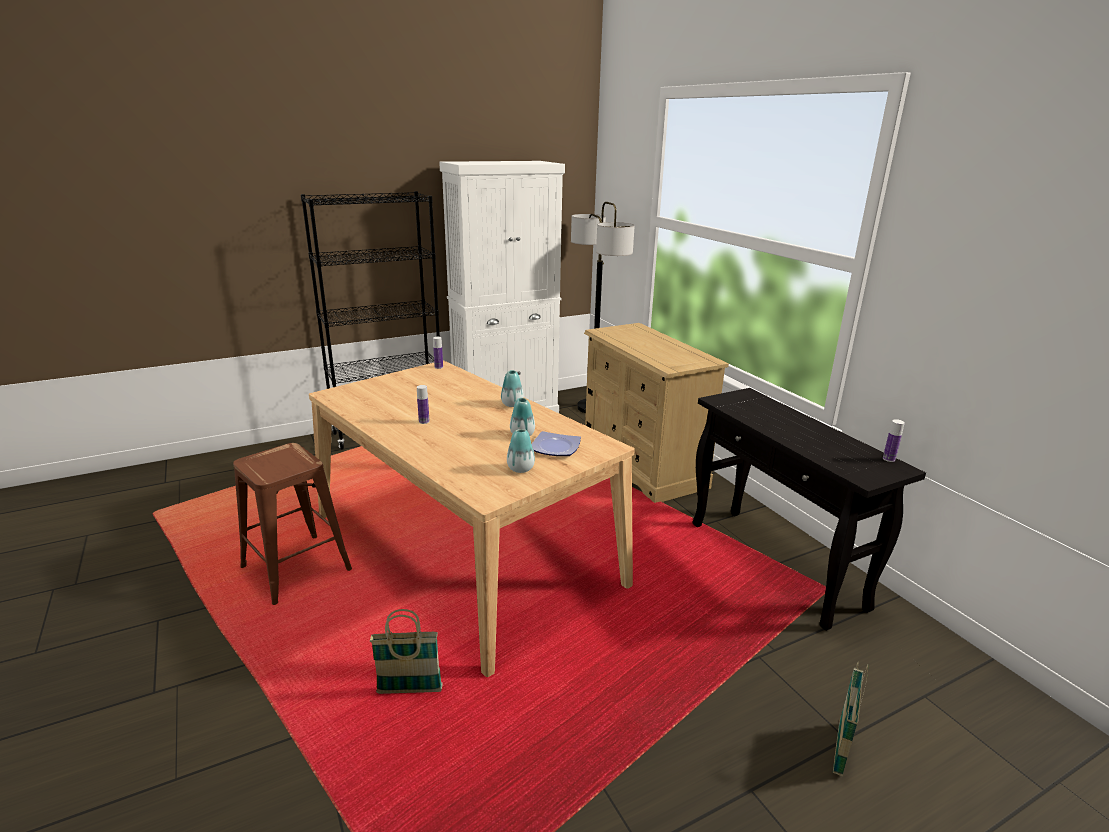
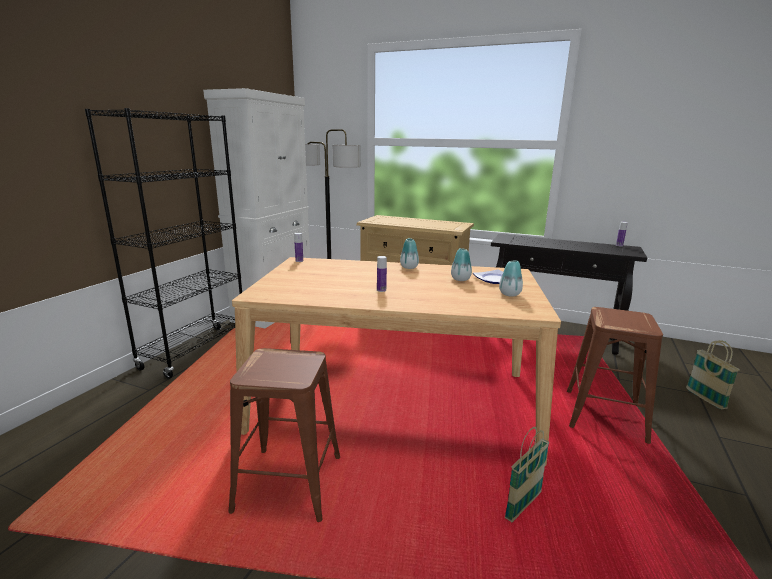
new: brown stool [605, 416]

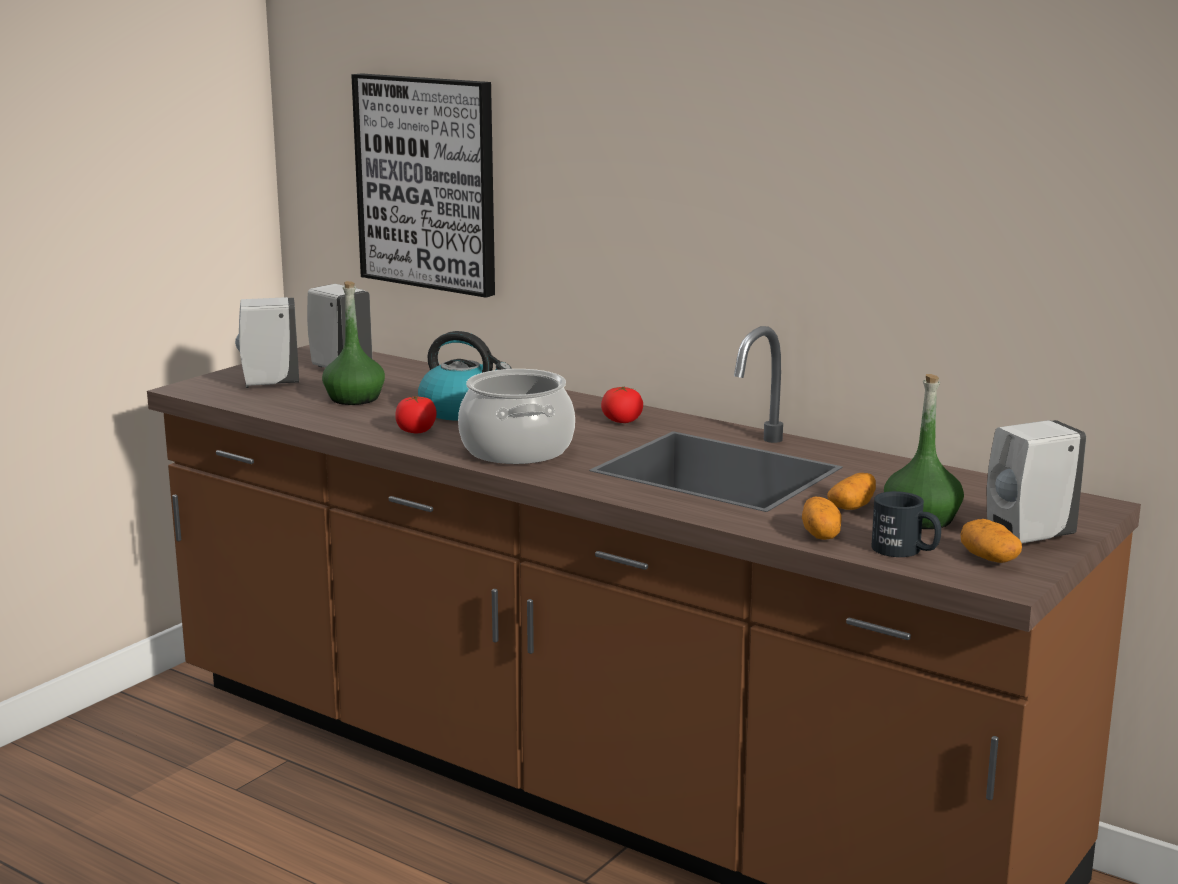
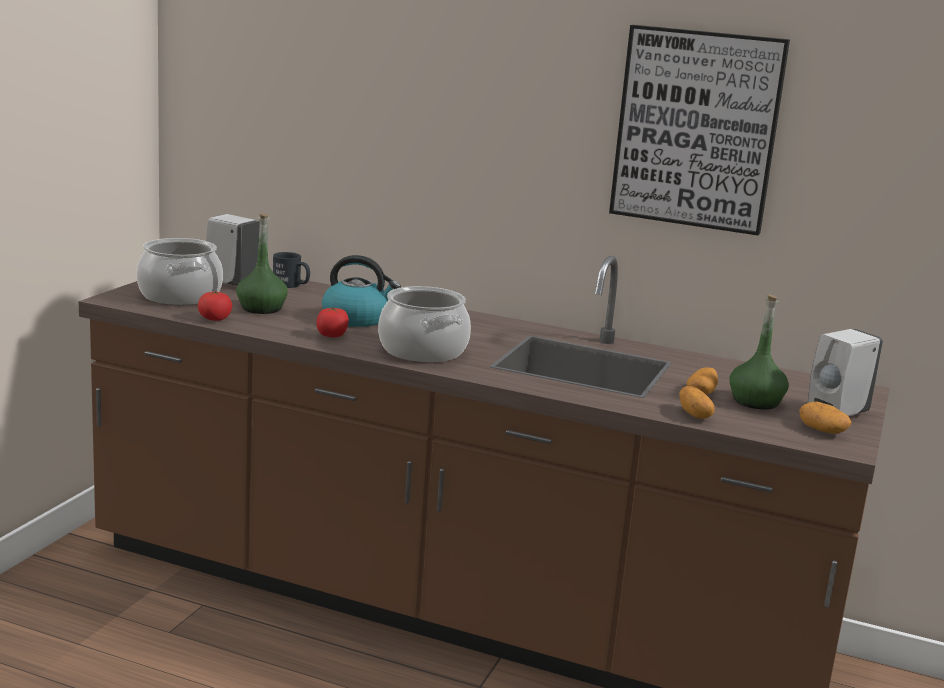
shifted: tomato [622, 421] to [214, 319]; black mug [905, 551] to [291, 285]; picture [427, 183] to [697, 129]
swapped: white soap dispenser [268, 384] to cooking pot [180, 296]

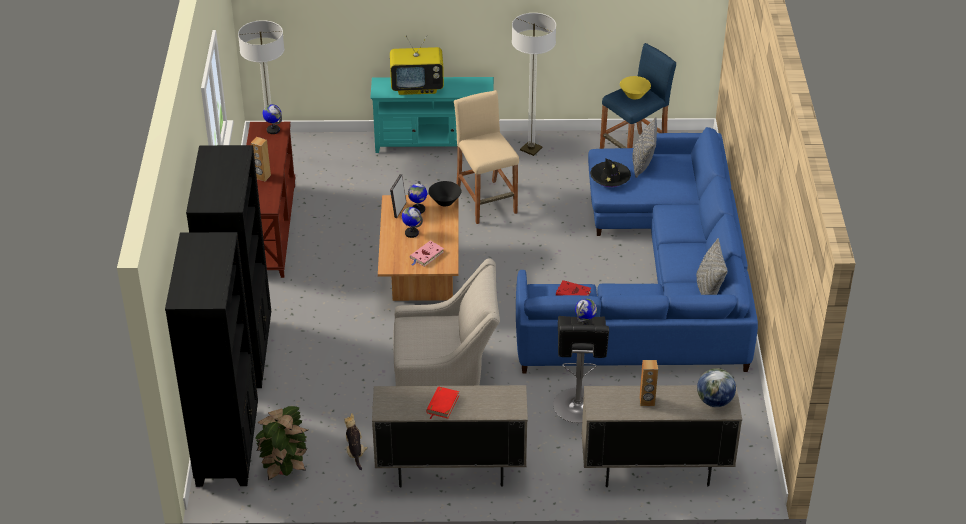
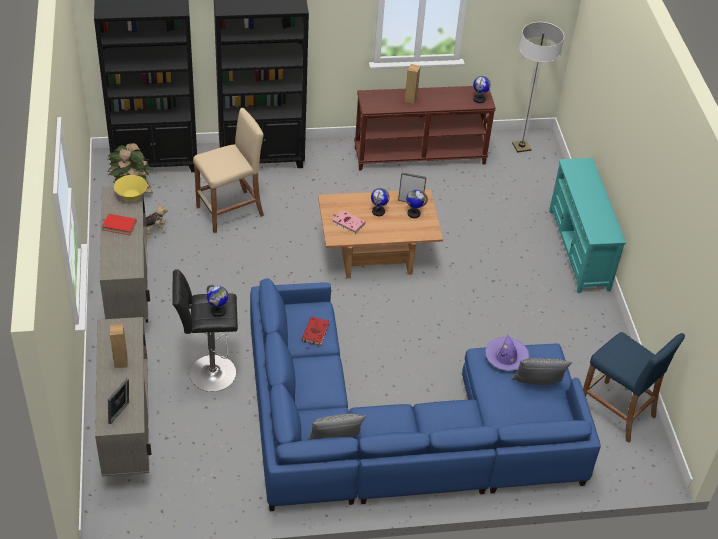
gone: television [417, 87]; beige armchair [446, 377]; black bowl [445, 202]; floor lamp [531, 149]
shifted: yellow bowl [634, 95] to [131, 196]; beige stool [486, 202] to [230, 211]
swapped: globe [714, 401] to picture frame [120, 414]
repainted: black hat [610, 178] to purple hat [506, 357]

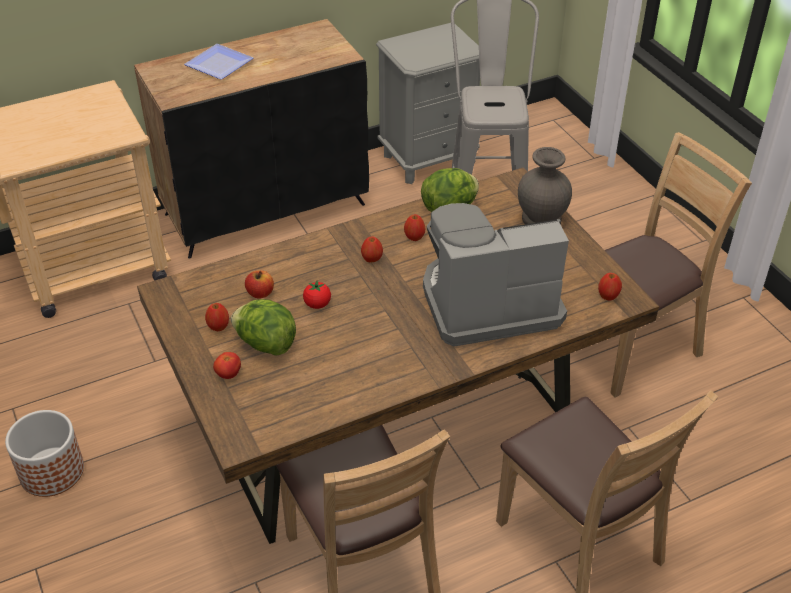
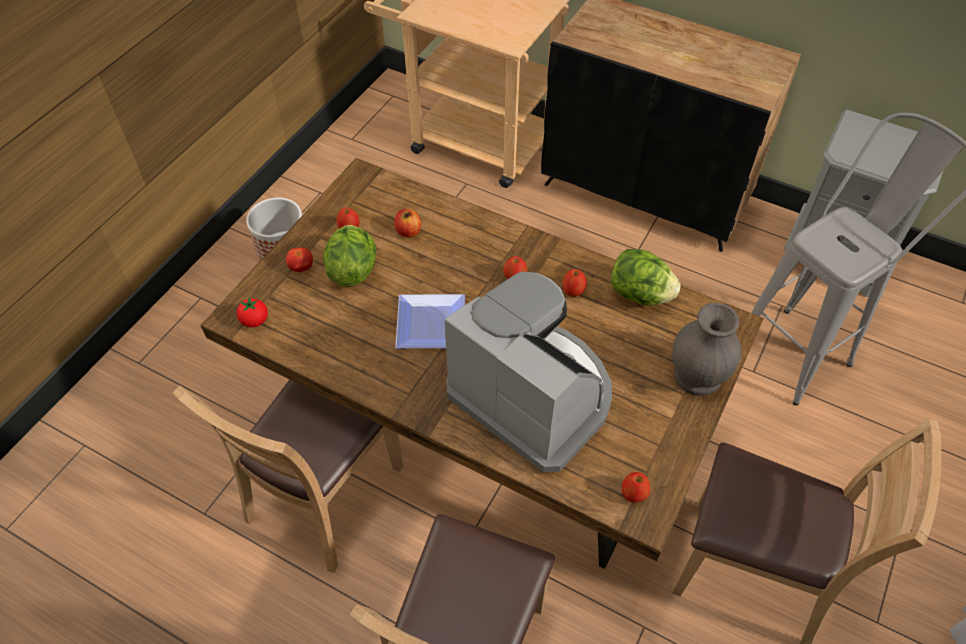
shifted: tomato [317, 304] to [255, 321]; plate [219, 63] to [433, 321]

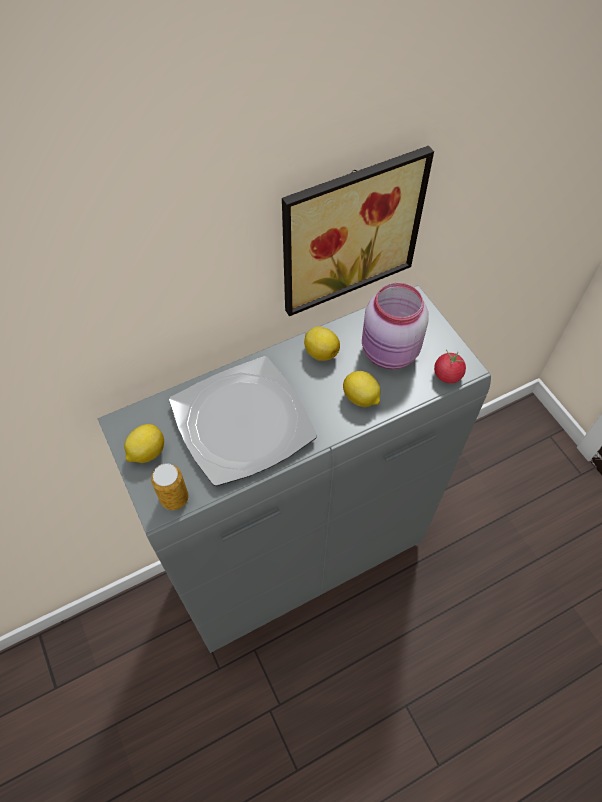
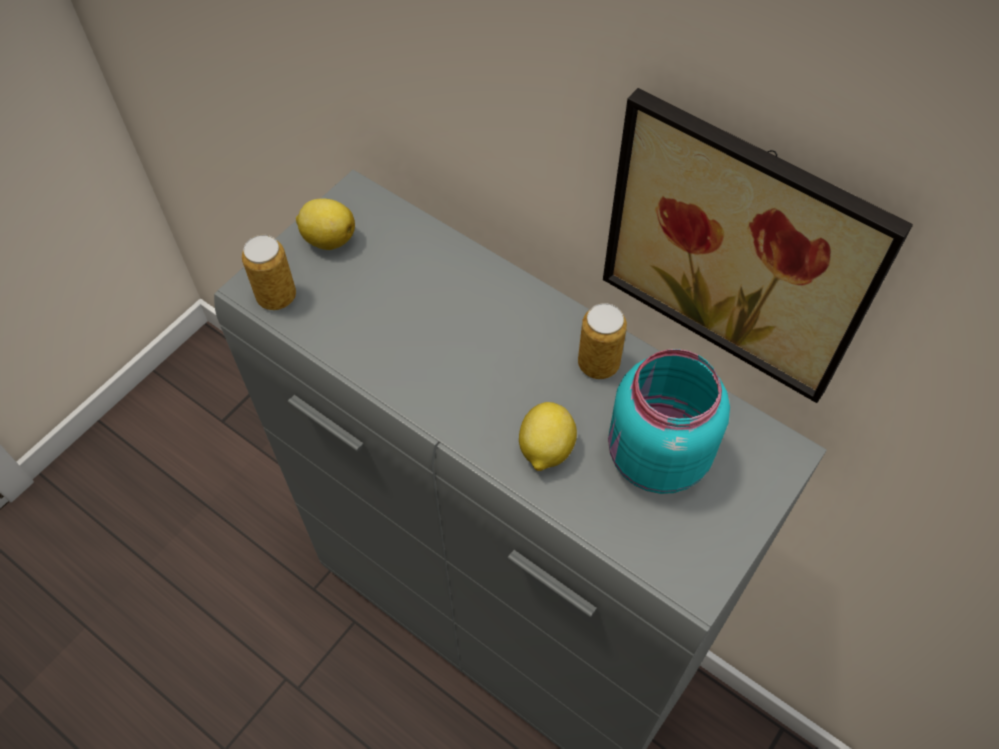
gone: plate [243, 421]; tomato [447, 375]
swapped: lemon [320, 352] to can [598, 364]
repainted: pink jar [389, 353] to turquoise jar [654, 457]

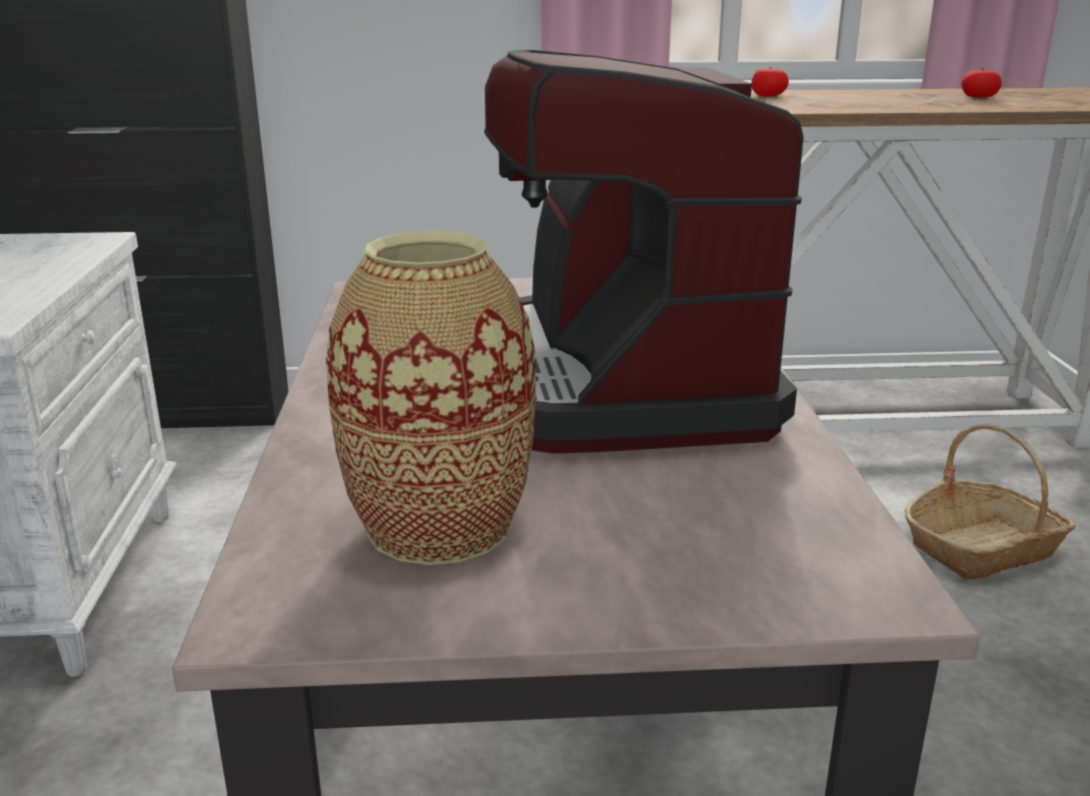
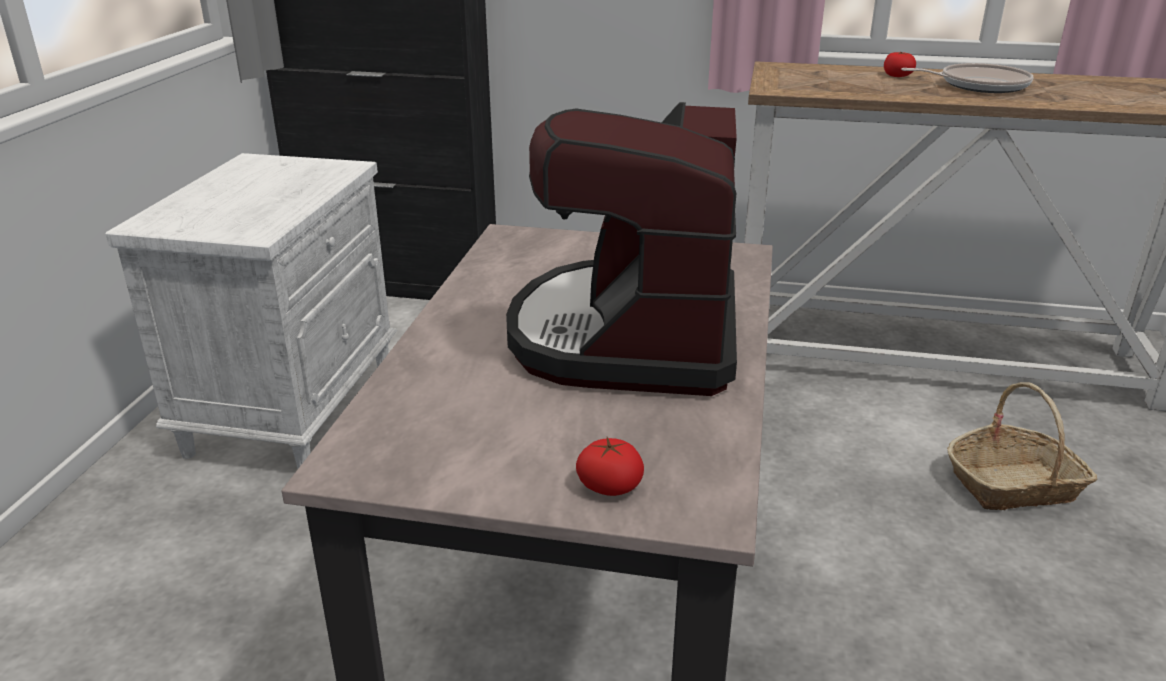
gone: vase [439, 526]
new: frying pan [978, 85]
shifted: tomato [978, 97] to [609, 486]

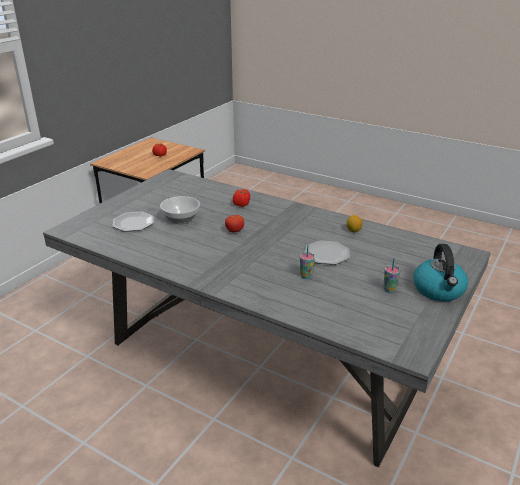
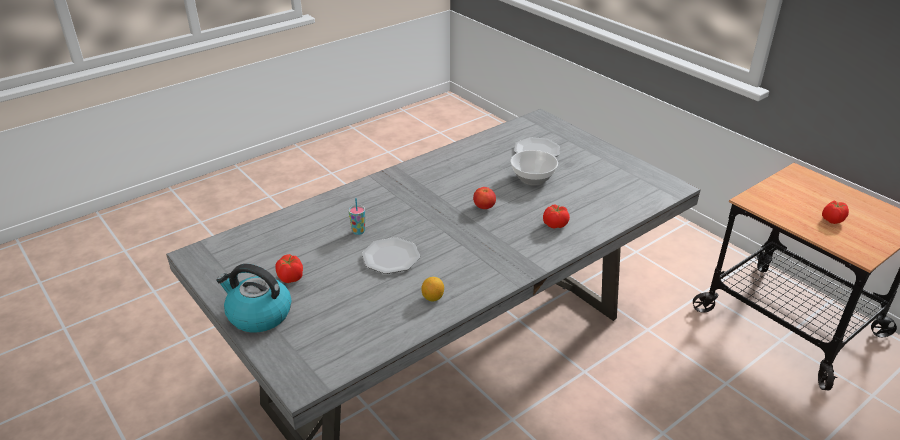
swapped: cup [389, 290] to tomato [290, 278]

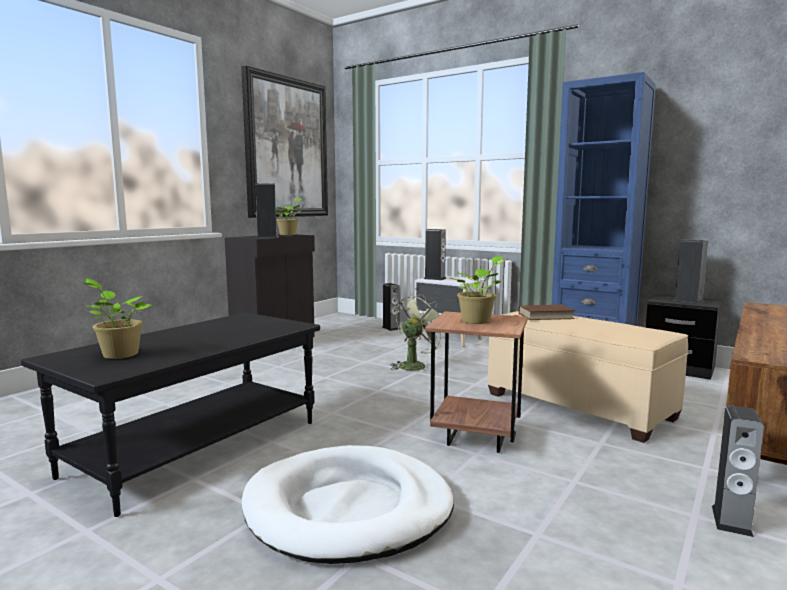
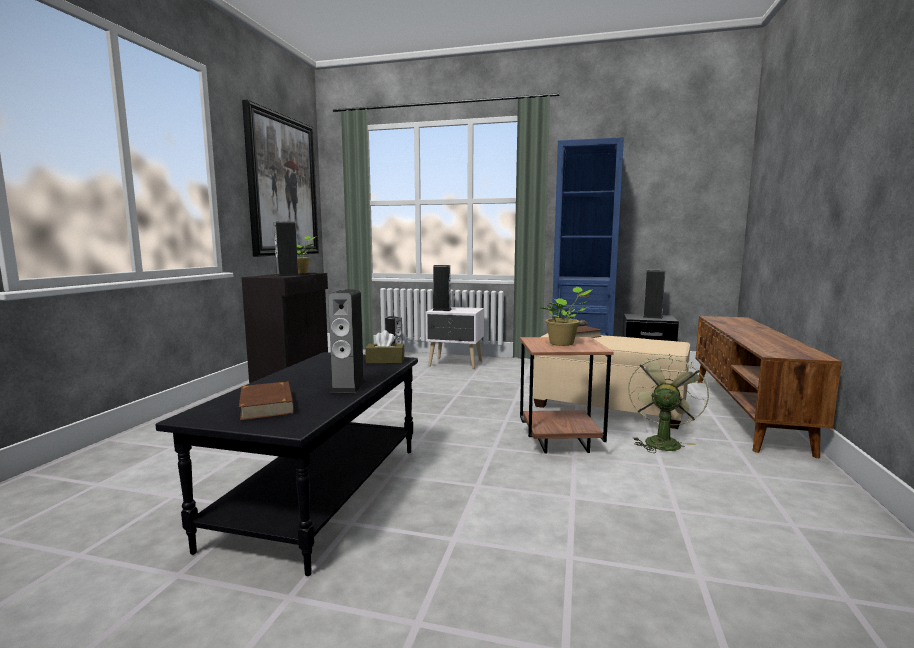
gone: white dog bed [349, 509]
new: brown tissue box [385, 361]
shifted: speaker [731, 521] to [348, 387]; green fan [415, 365] to [661, 441]
swapped: potted plant [118, 354] to brown book [267, 405]

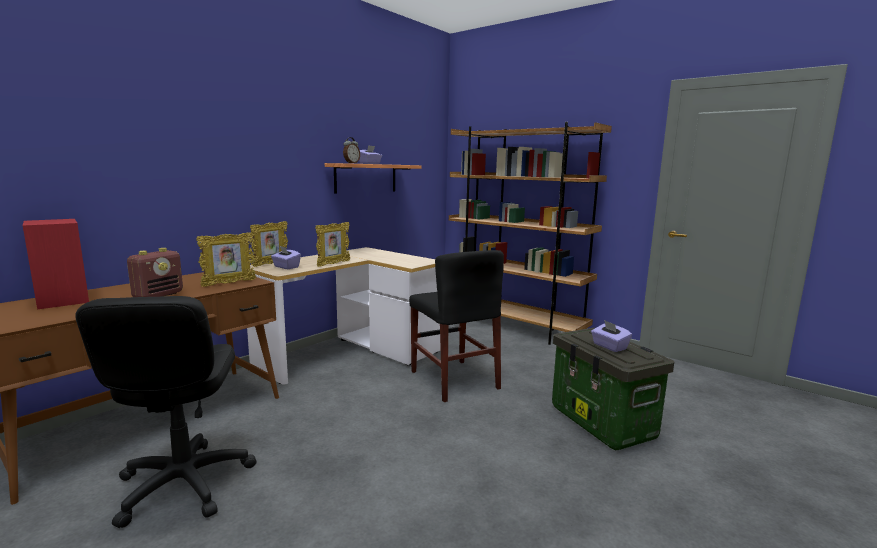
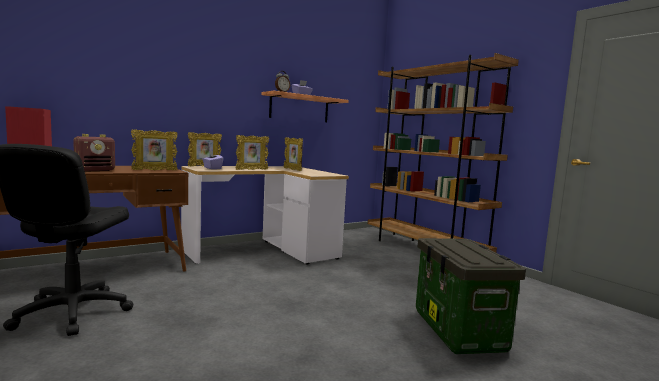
gone: black chair [454, 379]; purple tissue box [609, 346]
new: picture frame [292, 170]

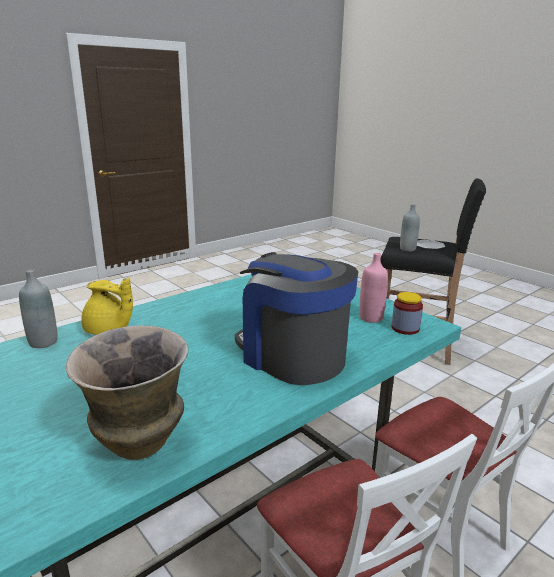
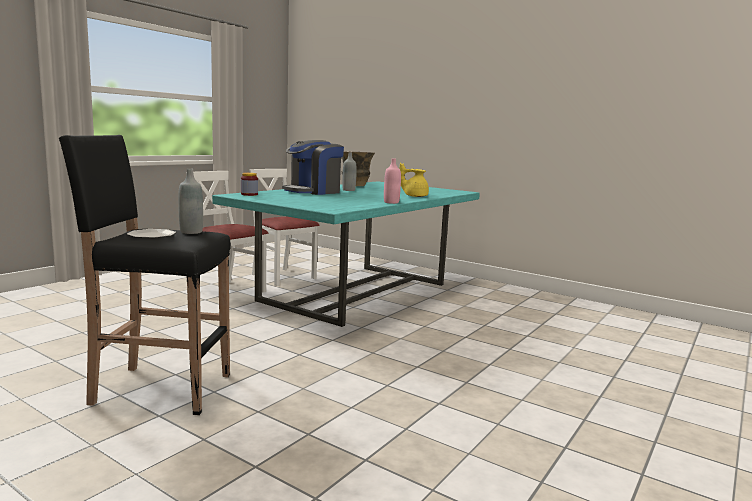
shifted: grey bottle [43, 342] to [348, 190]; pink bottle [371, 318] to [391, 202]
rotated: coffee machine [292, 356] = [313, 191] 105 degrees clockwise

